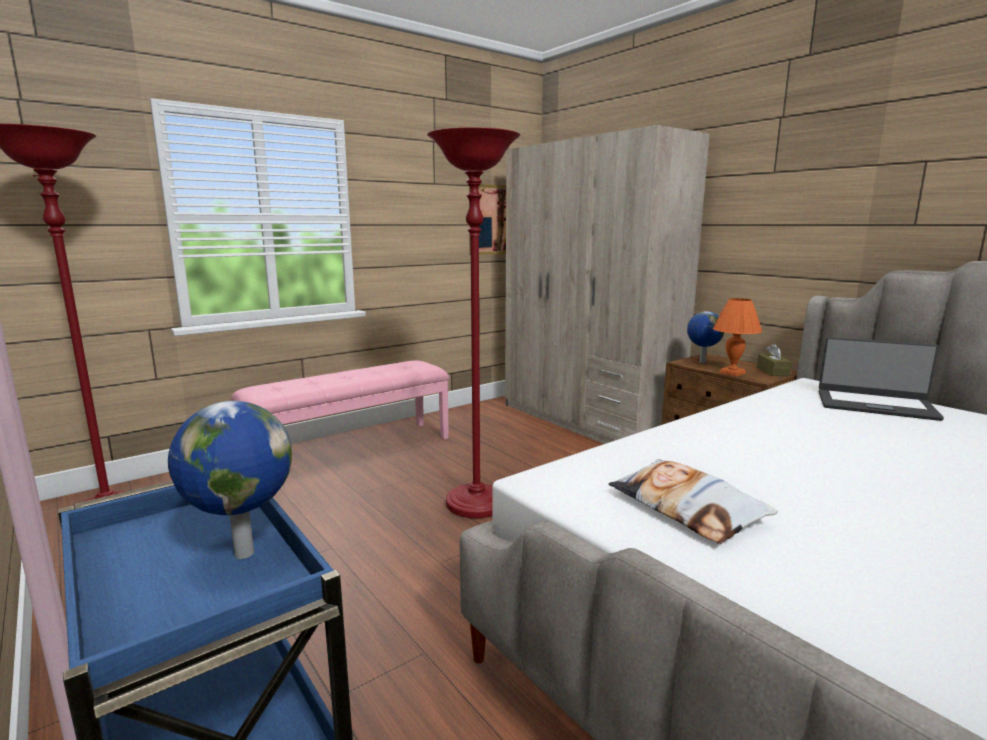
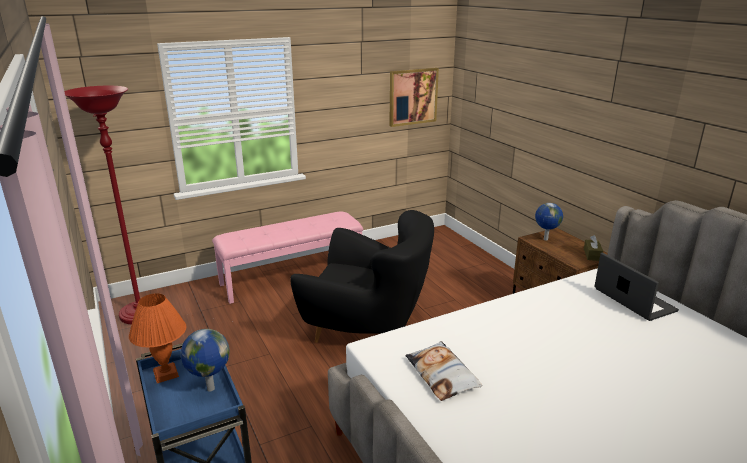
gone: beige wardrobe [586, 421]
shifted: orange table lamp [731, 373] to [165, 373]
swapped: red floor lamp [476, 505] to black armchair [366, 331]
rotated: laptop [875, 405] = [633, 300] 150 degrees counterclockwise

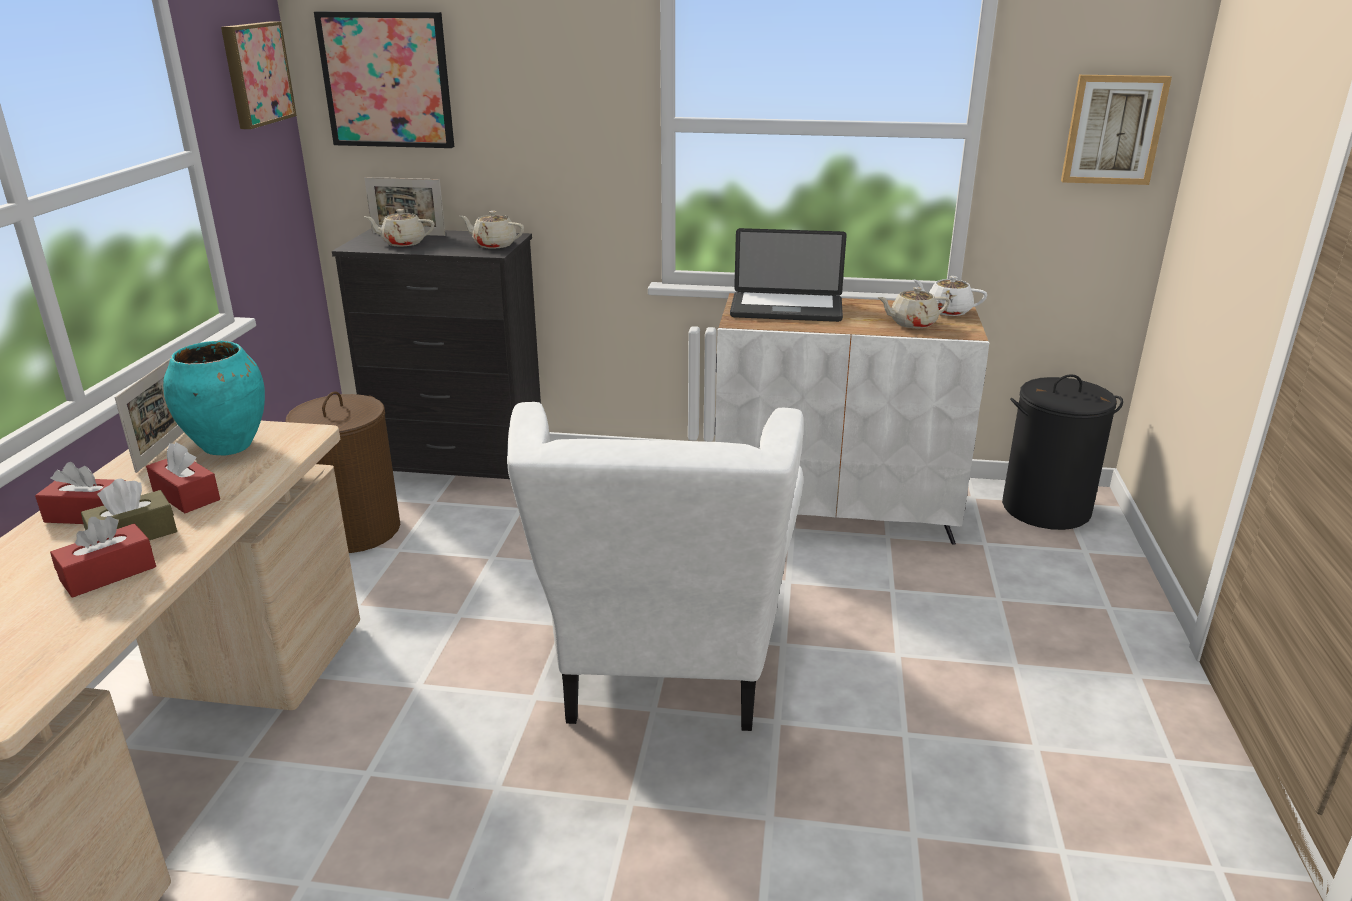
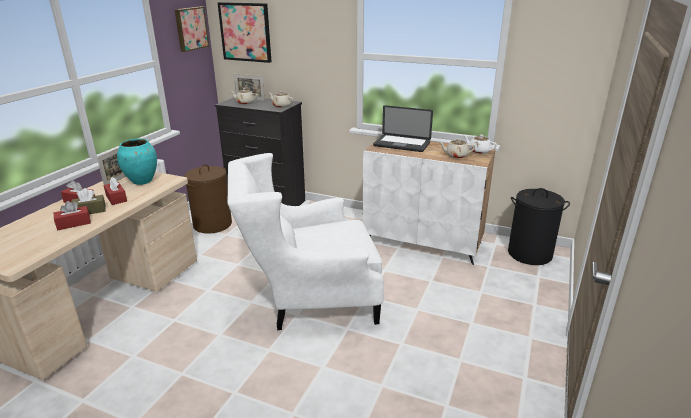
gone: picture [1113, 129]
rotated: white armchair [664, 672] = [309, 300] 60 degrees clockwise

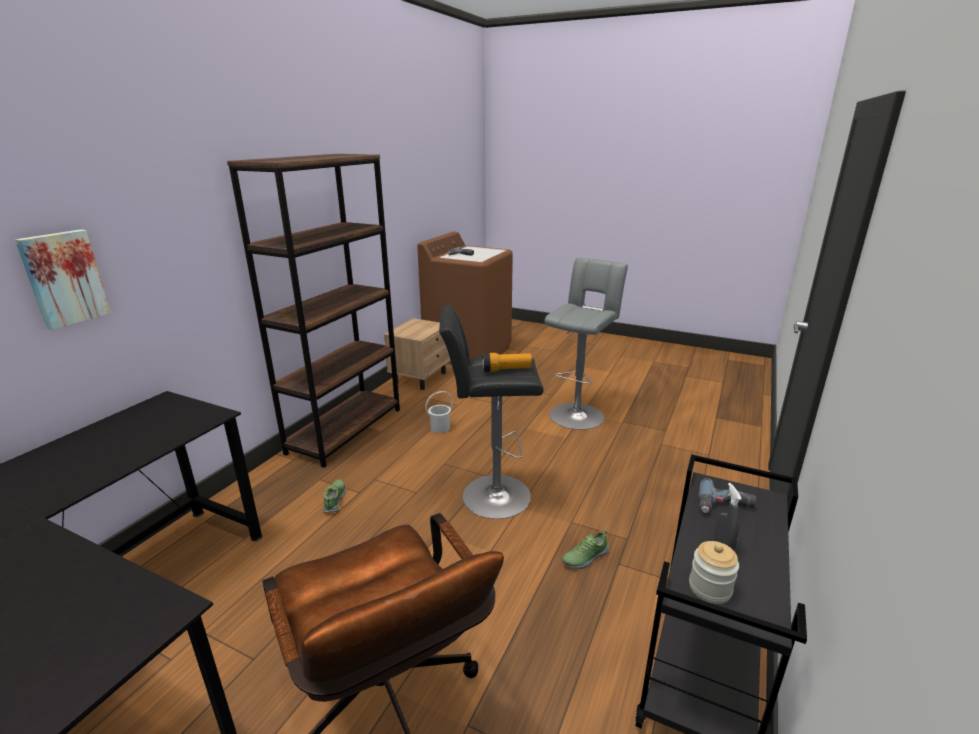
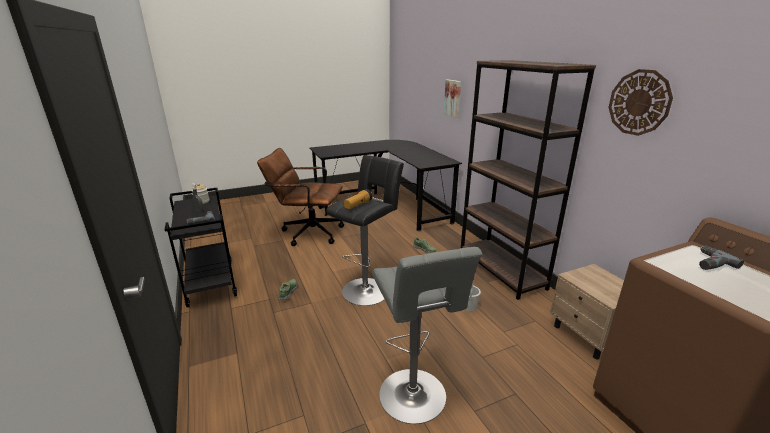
new: wall clock [639, 102]

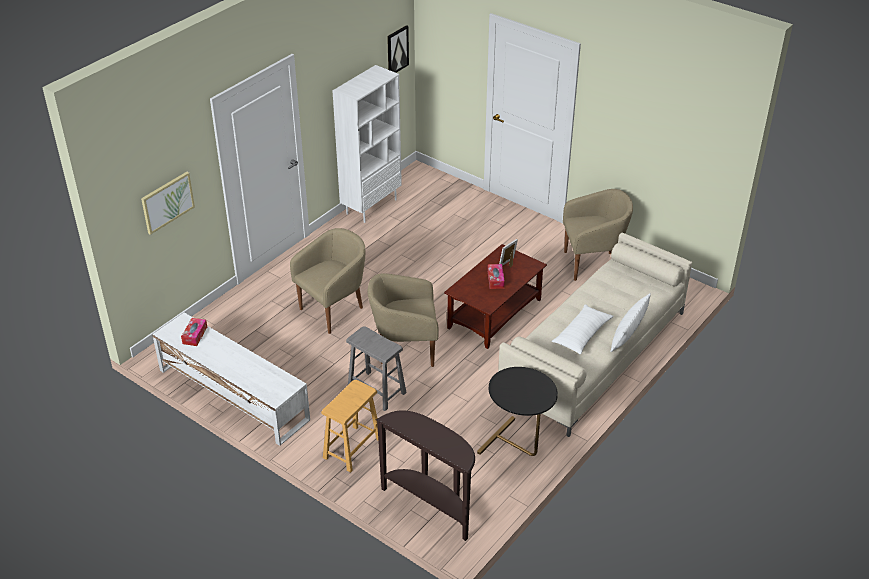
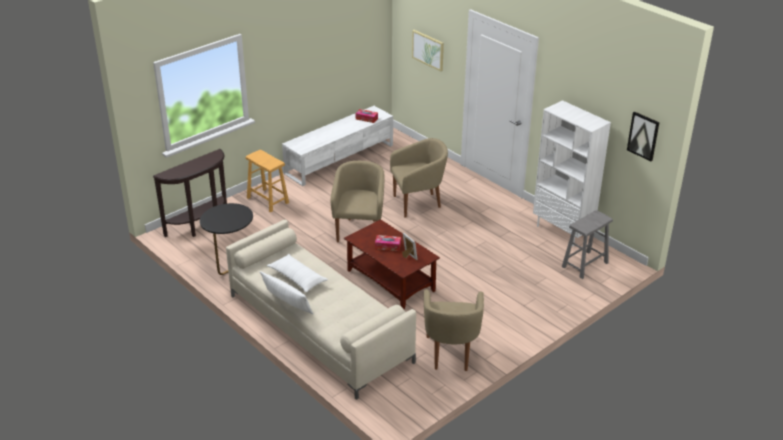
shifted: grey stool [377, 390] to [585, 265]
rotated: beige armchair [334, 310] = [418, 203] 75 degrees counterclockwise

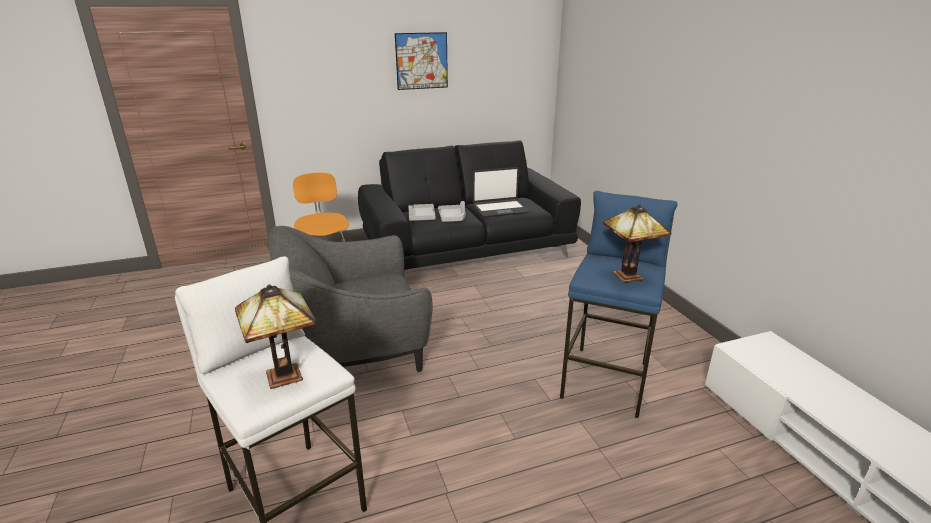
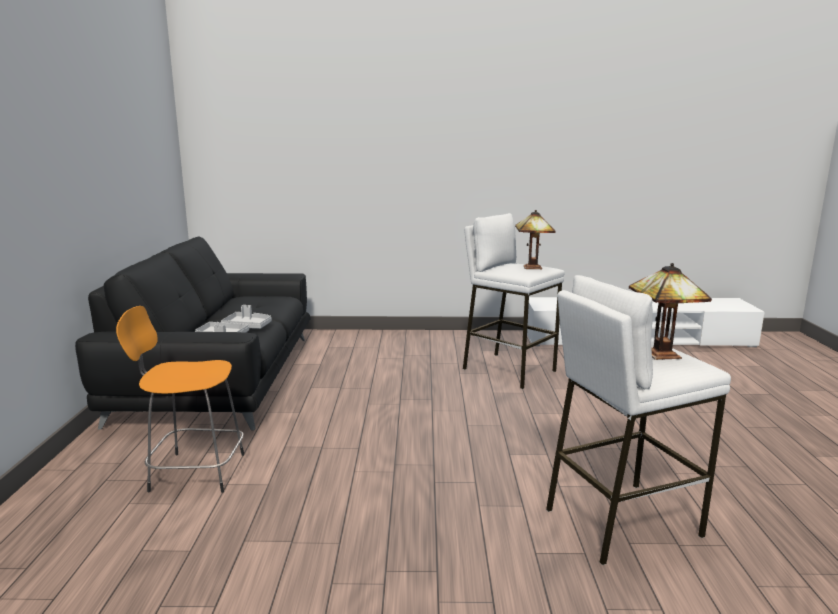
gone: grey armchair [358, 351]; picture [421, 61]; laptop [500, 209]
repainted: blue stool [606, 380] to white stool [508, 370]

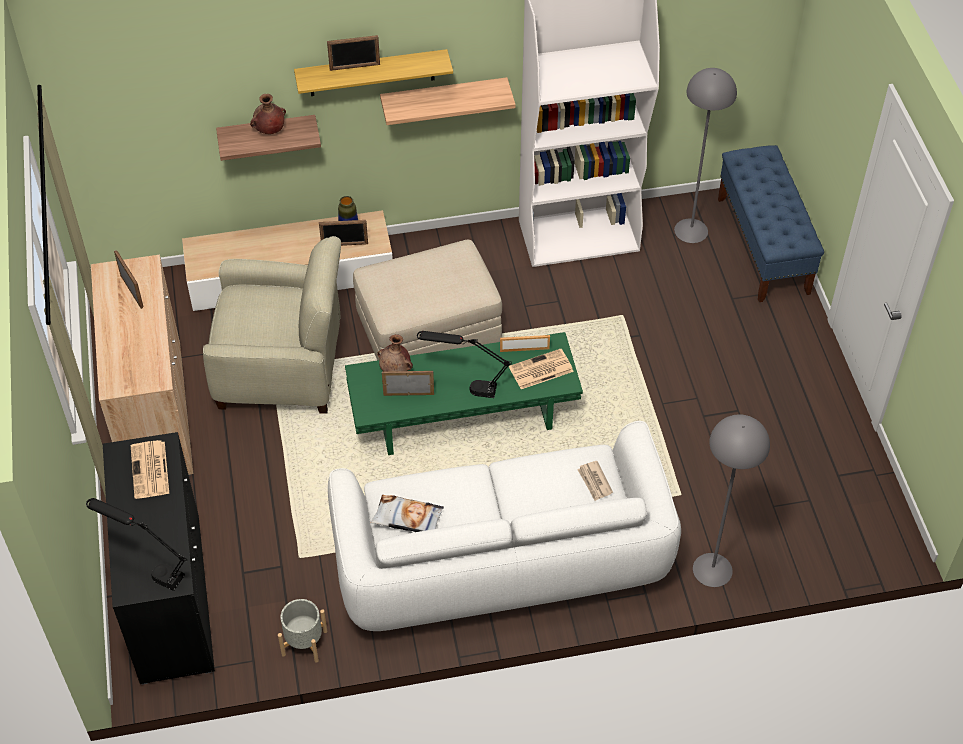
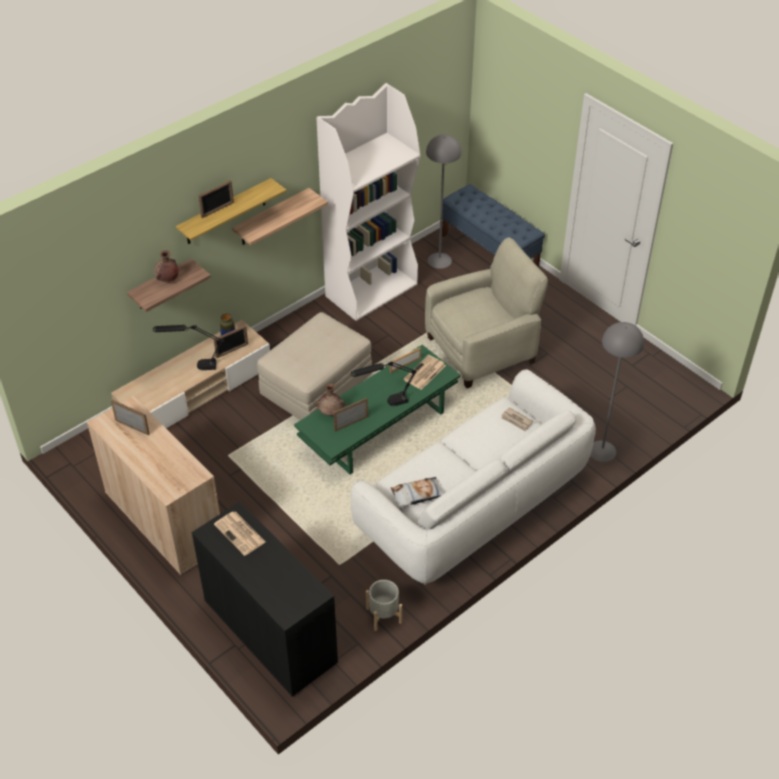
shifted: black table lamp [148, 569] to [193, 366]; beige armchair [282, 367] to [482, 349]

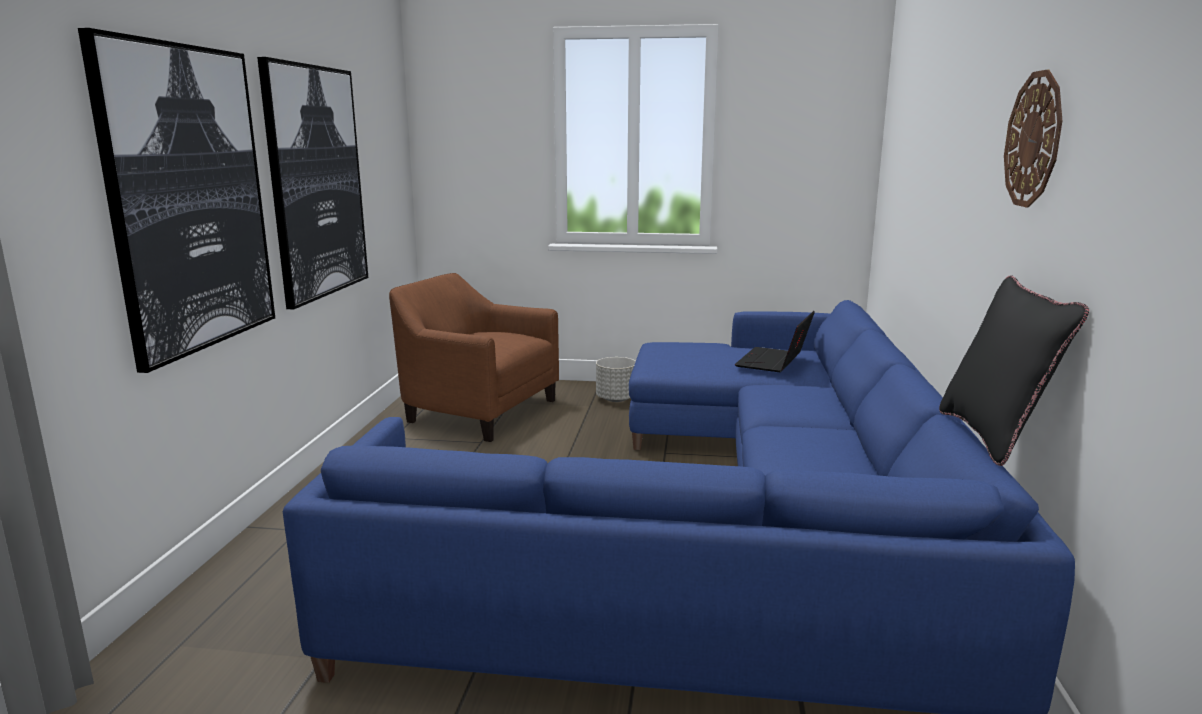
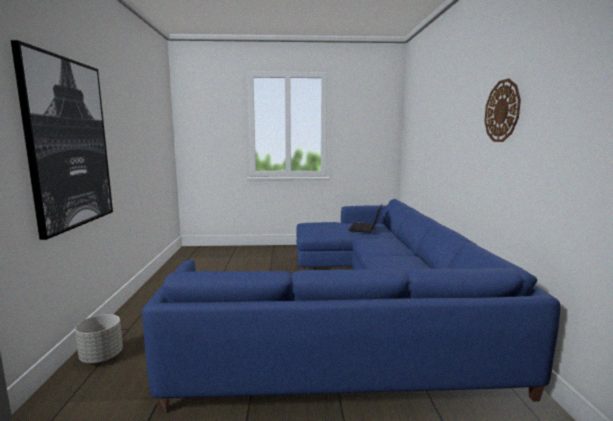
gone: picture [316, 182]; brown armchair [476, 411]; black pillow [993, 437]
shifted: grey planter [616, 399] to [102, 357]

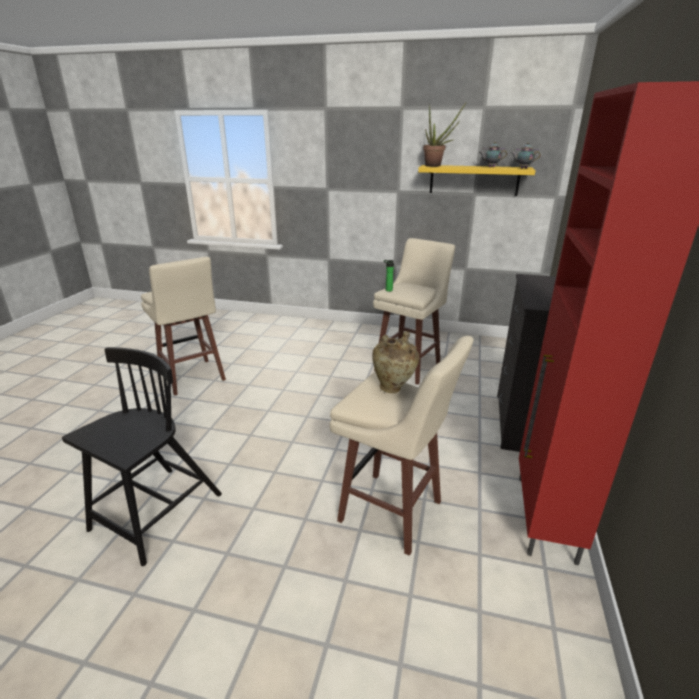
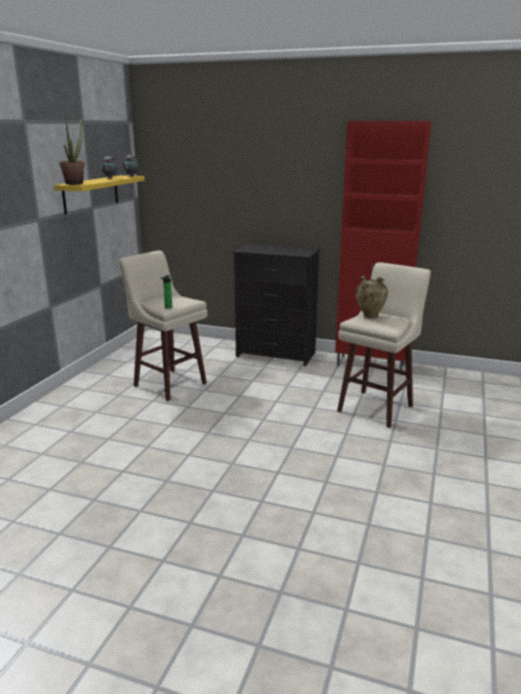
gone: black chair [155, 514]; beige stool [192, 378]

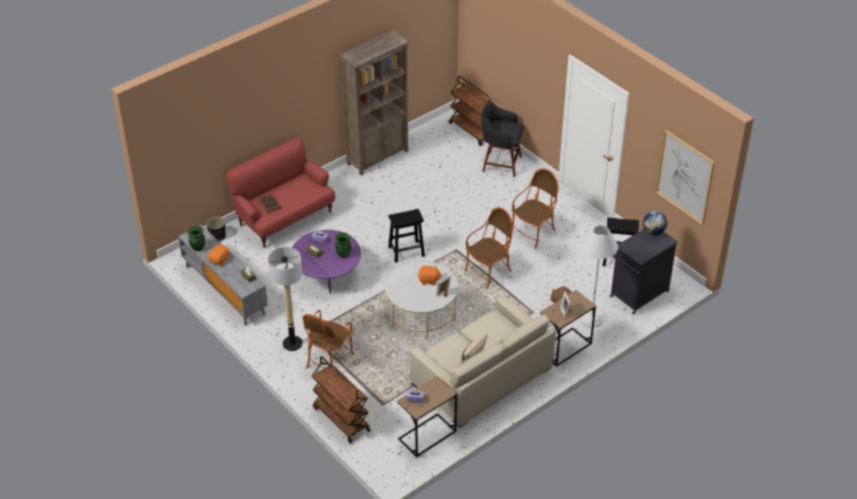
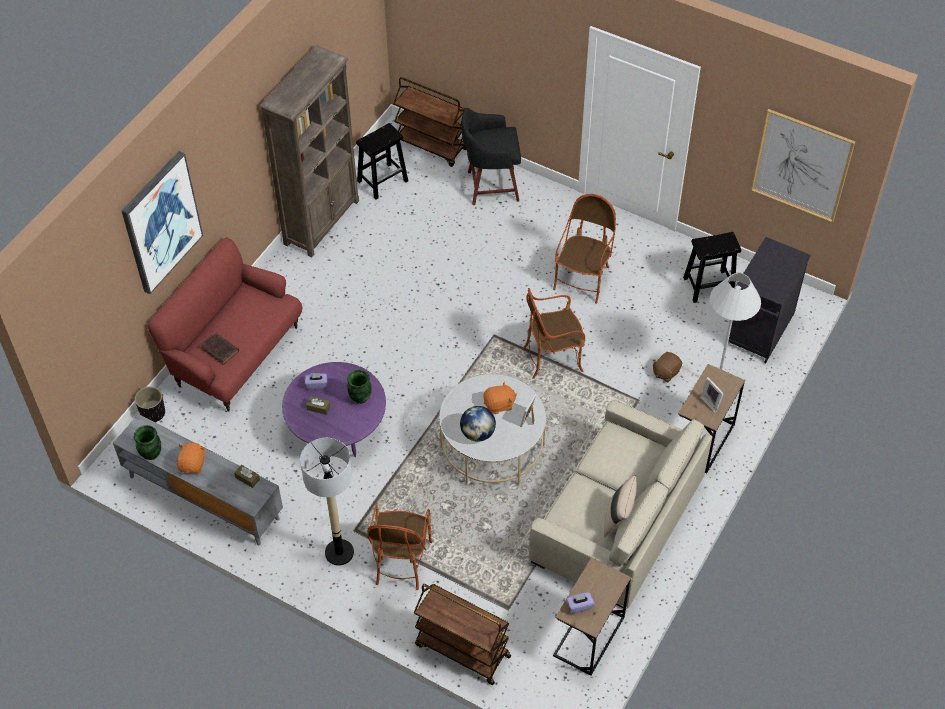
new: picture [161, 222]
shifted: black stool [407, 251] to [383, 181]; globe [653, 232] to [477, 433]
rotated: armchair [488, 272] = [553, 357] 135 degrees counterclockwise

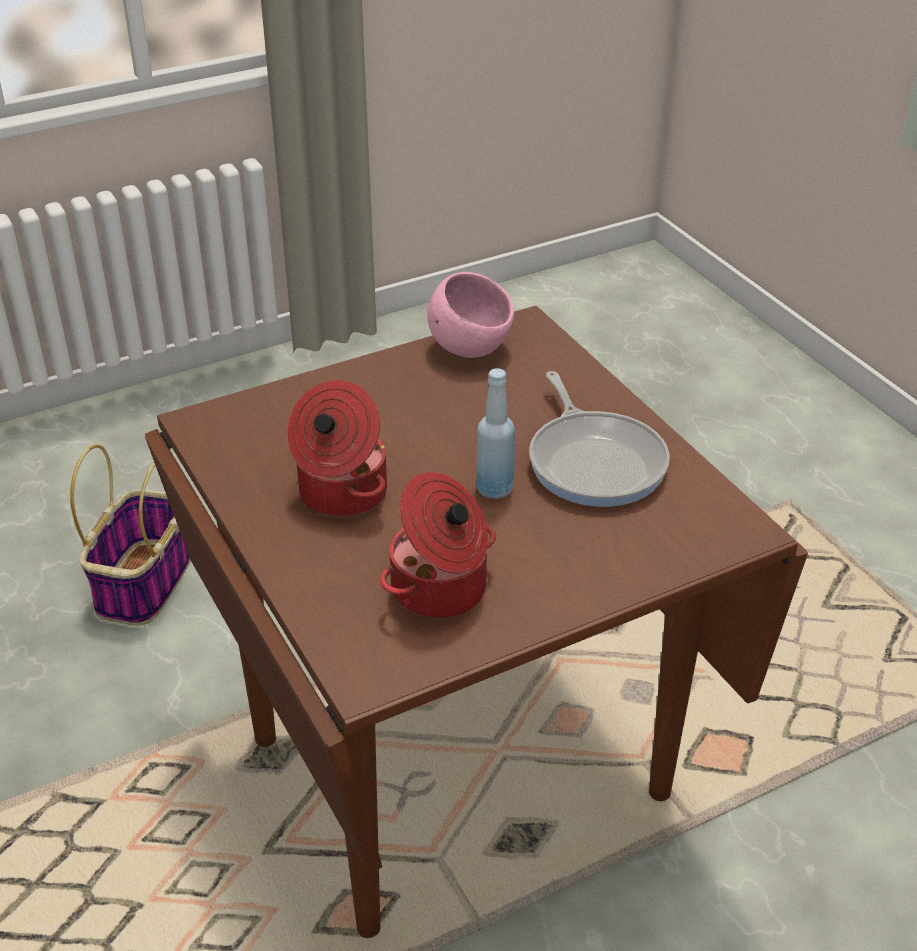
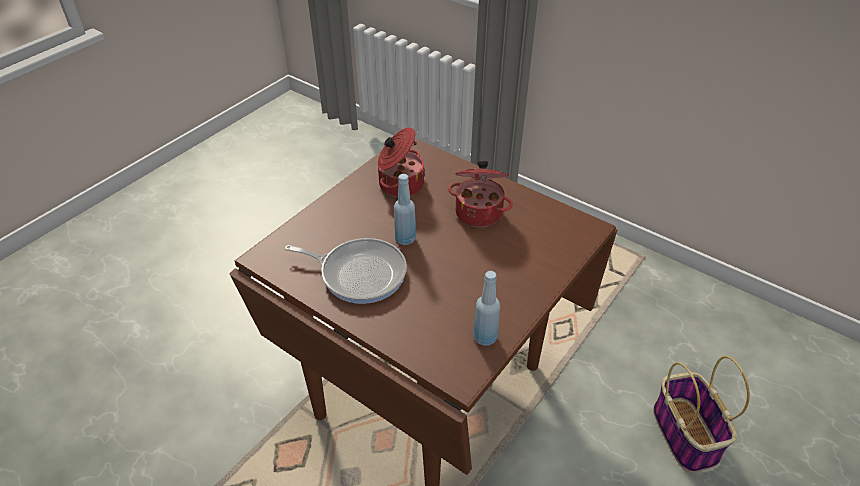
swapped: pink bowl [469, 348] to blue bottle [485, 337]
rotated: frying pan [595, 461] = [359, 273] 150 degrees clockwise

